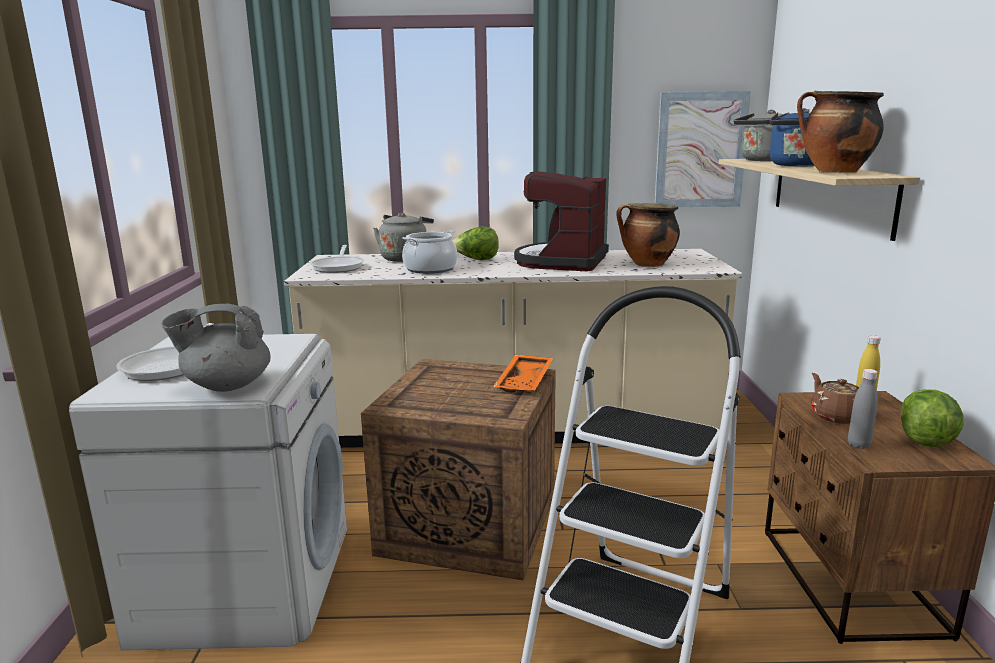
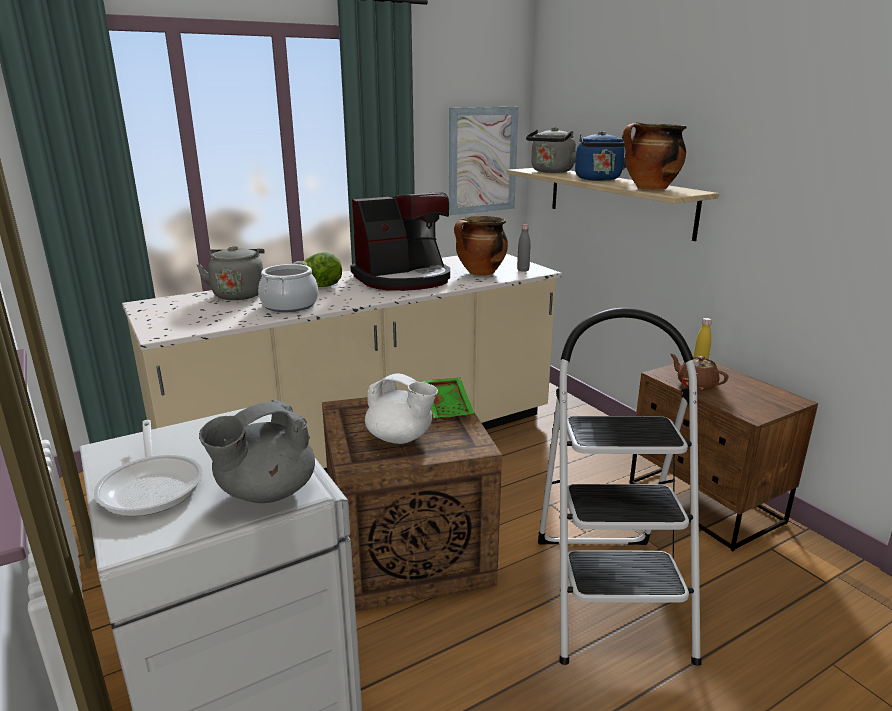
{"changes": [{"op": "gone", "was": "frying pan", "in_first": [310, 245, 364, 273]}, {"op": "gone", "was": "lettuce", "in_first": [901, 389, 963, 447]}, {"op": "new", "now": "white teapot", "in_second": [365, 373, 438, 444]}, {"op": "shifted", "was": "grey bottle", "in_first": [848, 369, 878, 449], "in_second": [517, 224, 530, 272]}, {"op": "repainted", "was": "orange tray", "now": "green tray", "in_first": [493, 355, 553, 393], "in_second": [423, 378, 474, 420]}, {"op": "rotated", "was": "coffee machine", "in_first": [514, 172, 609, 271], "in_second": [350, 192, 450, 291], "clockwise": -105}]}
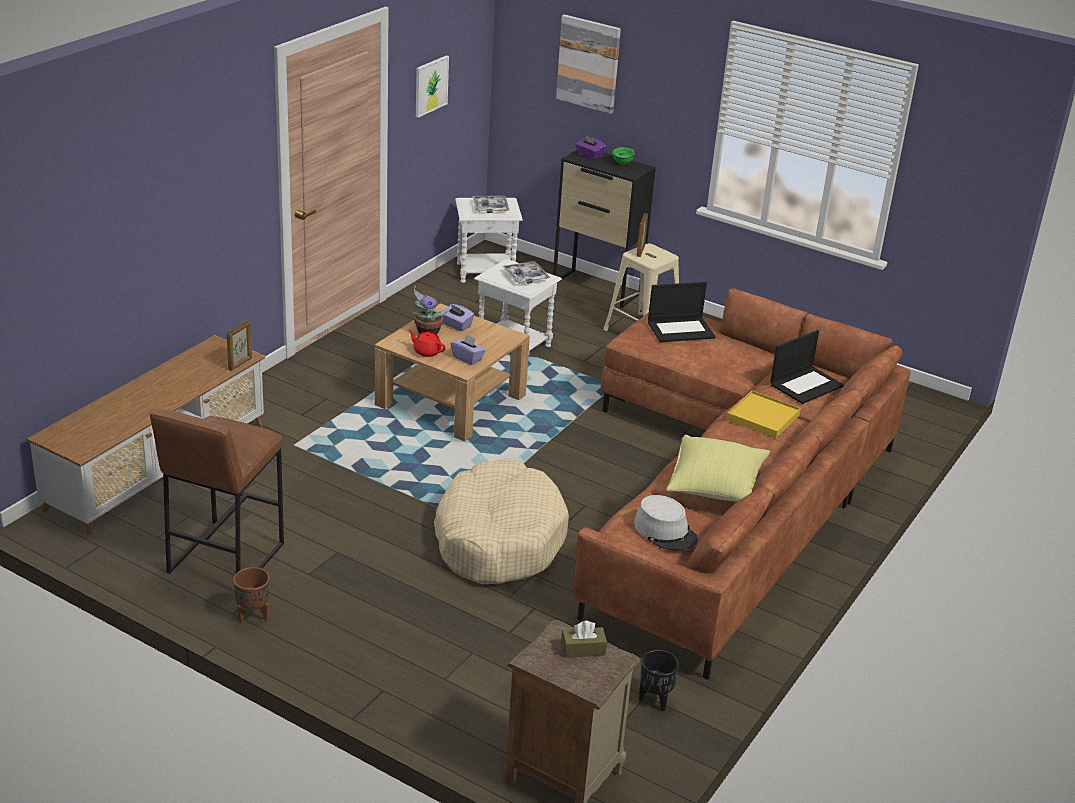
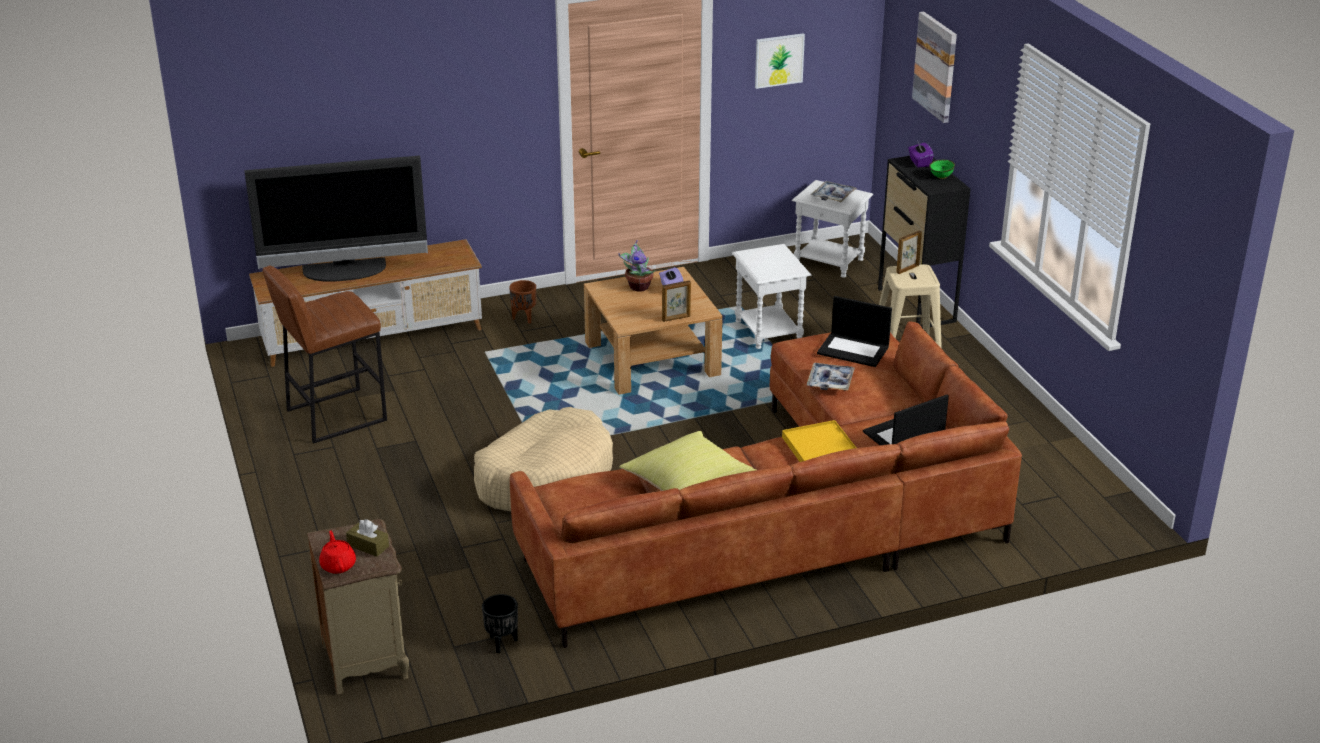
{"changes": [{"op": "gone", "was": "purple tissue box", "in_first": [451, 334, 485, 365]}, {"op": "gone", "was": "grey hat", "in_first": [634, 495, 698, 550]}, {"op": "new", "now": "television", "in_second": [245, 155, 428, 282]}, {"op": "shifted", "was": "picture frame", "in_first": [227, 321, 252, 371], "in_second": [662, 280, 691, 322]}, {"op": "shifted", "was": "brown planter", "in_first": [233, 567, 270, 623], "in_second": [509, 280, 536, 324]}, {"op": "shifted", "was": "red teapot", "in_first": [408, 330, 445, 357], "in_second": [319, 530, 356, 574]}, {"op": "shifted", "was": "tray", "in_first": [502, 261, 550, 284], "in_second": [807, 363, 855, 390]}, {"op": "rotated", "was": "laptop", "in_first": [770, 330, 844, 404], "in_second": [863, 395, 949, 445], "clockwise": 150}]}
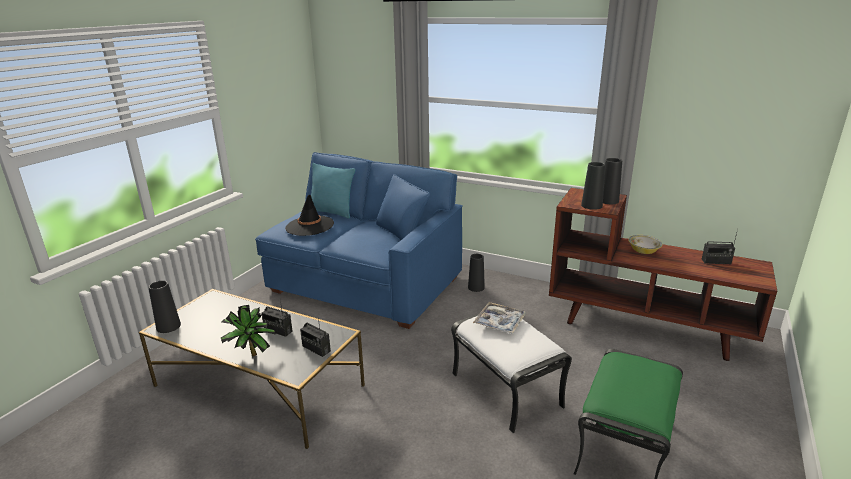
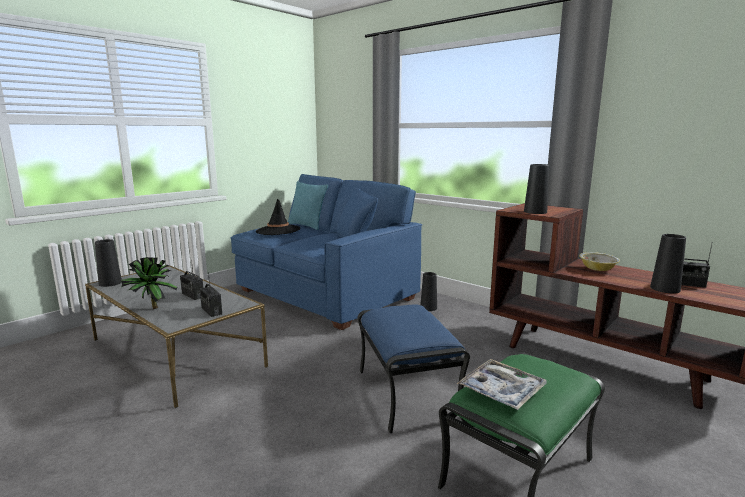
{"changes": [{"op": "shifted", "was": "tray", "in_first": [473, 302, 526, 334], "in_second": [457, 359, 547, 410]}, {"op": "shifted", "was": "black vase", "in_first": [603, 158, 622, 204], "in_second": [650, 234, 686, 293]}, {"op": "repainted", "was": "white ottoman", "now": "blue ottoman", "in_first": [451, 307, 572, 433], "in_second": [358, 304, 470, 434]}]}
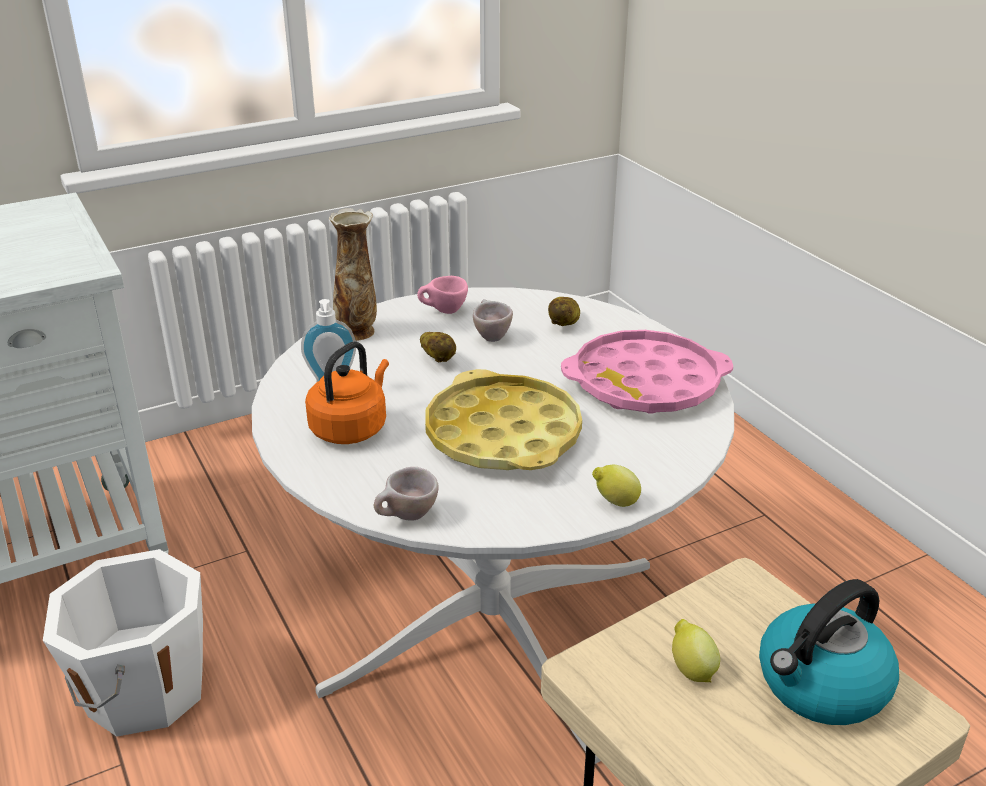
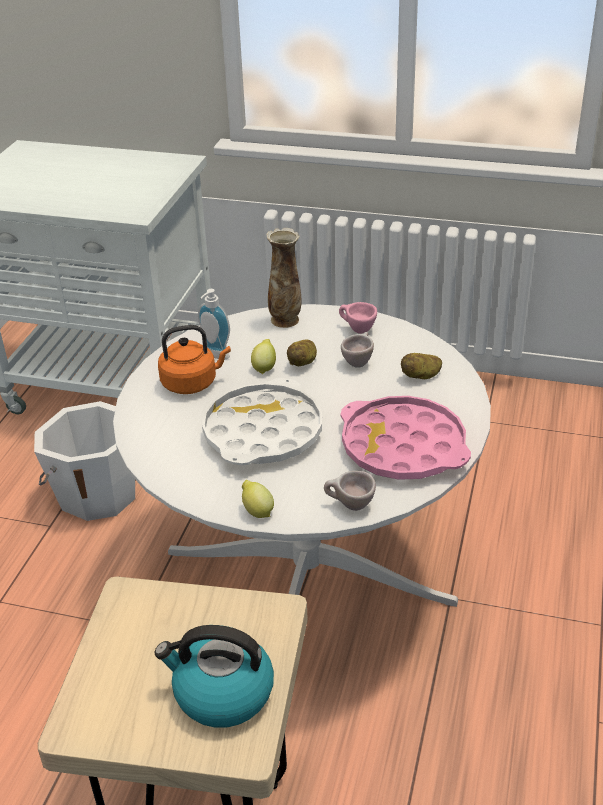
{"changes": [{"op": "shifted", "was": "beige cup", "in_first": [374, 467, 439, 521], "in_second": [324, 471, 376, 511]}, {"op": "shifted", "was": "lemon", "in_first": [672, 619, 720, 682], "in_second": [251, 339, 276, 374]}, {"op": "repainted", "was": "yellow tray", "now": "white tray", "in_first": [425, 369, 582, 470], "in_second": [202, 378, 322, 465]}]}
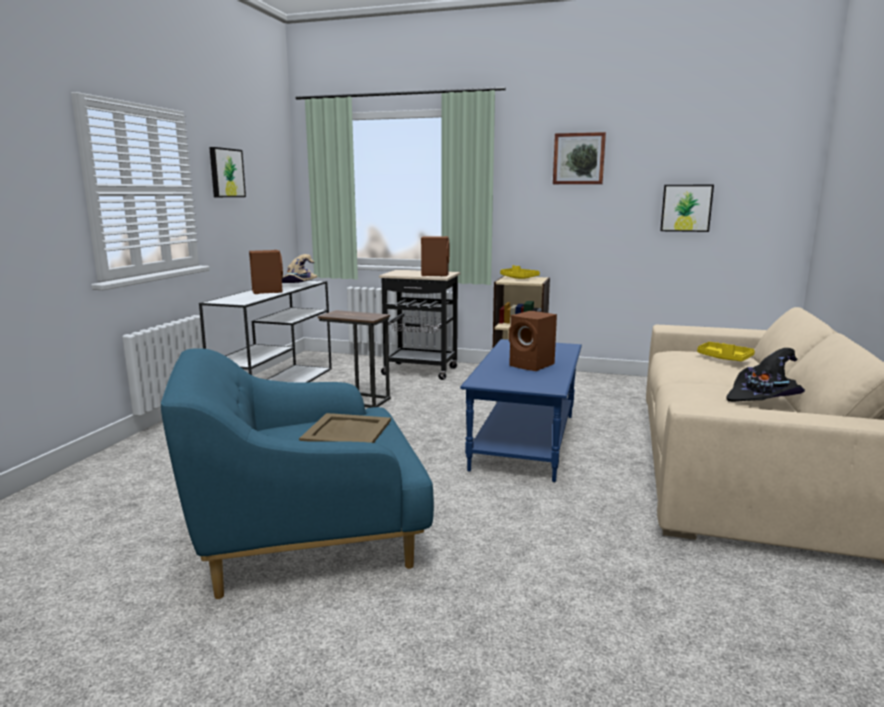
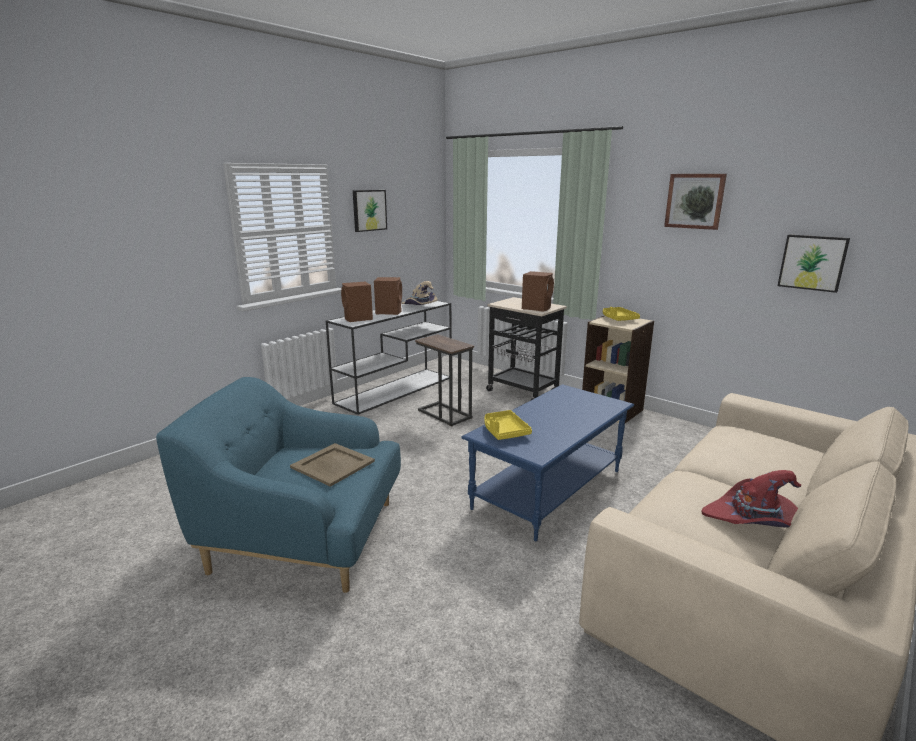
{"changes": [{"op": "shifted", "was": "brown speaker", "in_first": [509, 311, 557, 371], "in_second": [341, 282, 373, 322]}, {"op": "shifted", "was": "yellow tray", "in_first": [697, 342, 755, 361], "in_second": [485, 410, 532, 440]}, {"op": "repainted", "was": "black hat", "now": "red hat", "in_first": [726, 348, 805, 402], "in_second": [702, 470, 801, 527]}]}
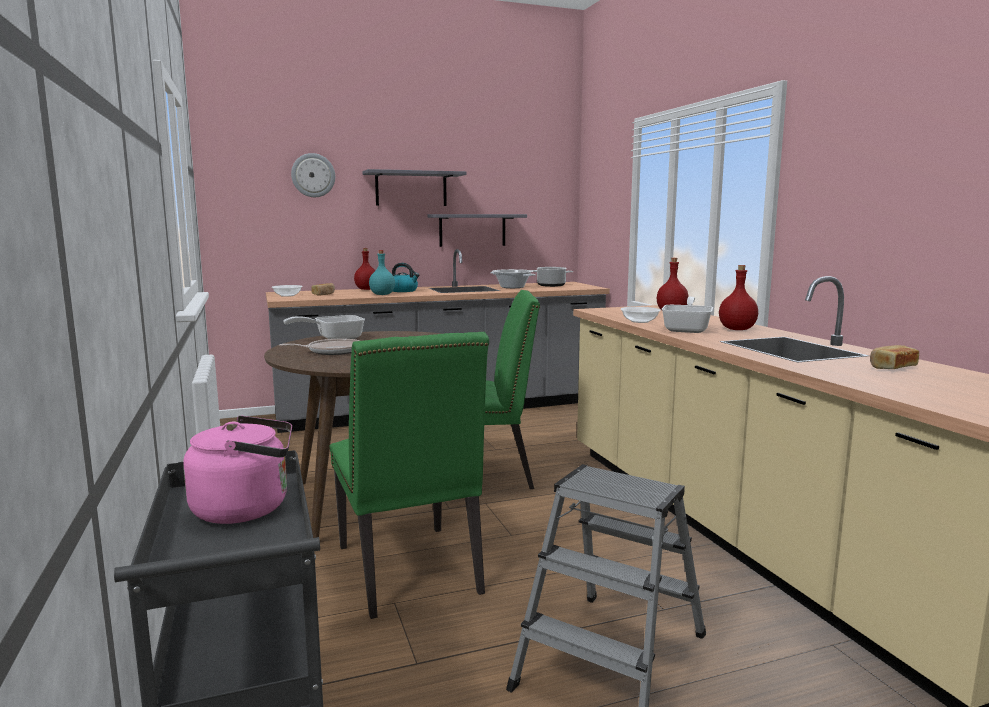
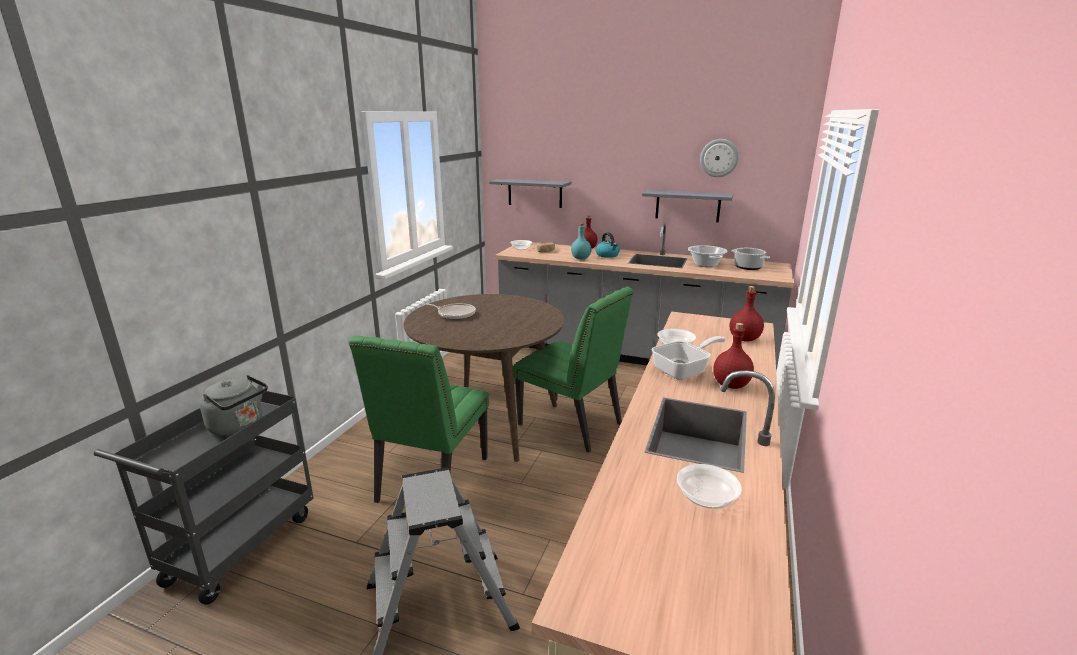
{"changes": [{"op": "gone", "was": "frying pan", "in_first": [283, 315, 365, 339]}, {"op": "shifted", "was": "wall clock", "in_first": [291, 153, 335, 197], "in_second": [700, 139, 739, 177]}, {"op": "shifted", "was": "grey shelf", "in_first": [362, 169, 467, 206], "in_second": [489, 179, 572, 208]}, {"op": "swapped", "was": "bread", "now": "bowl", "in_first": [870, 345, 919, 369], "in_second": [677, 464, 742, 509]}, {"op": "repainted", "was": "pink kettle", "now": "grey kettle", "in_first": [183, 416, 292, 524], "in_second": [200, 375, 268, 436]}]}
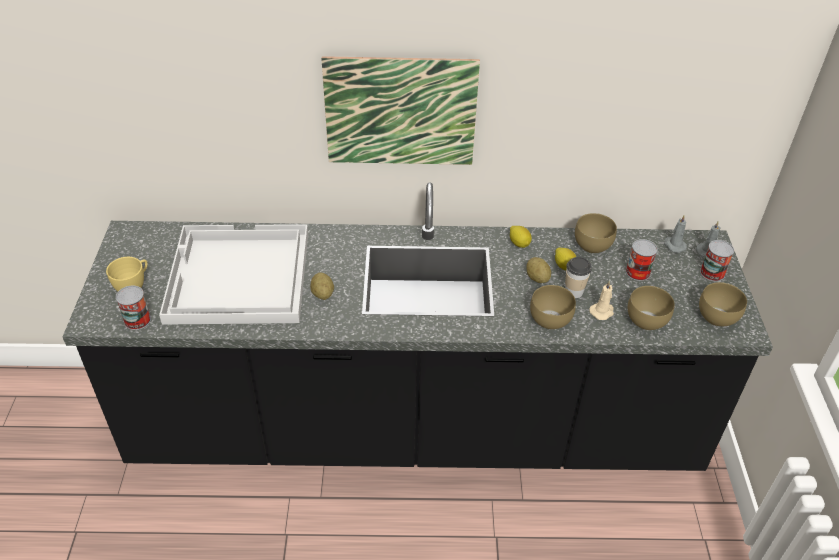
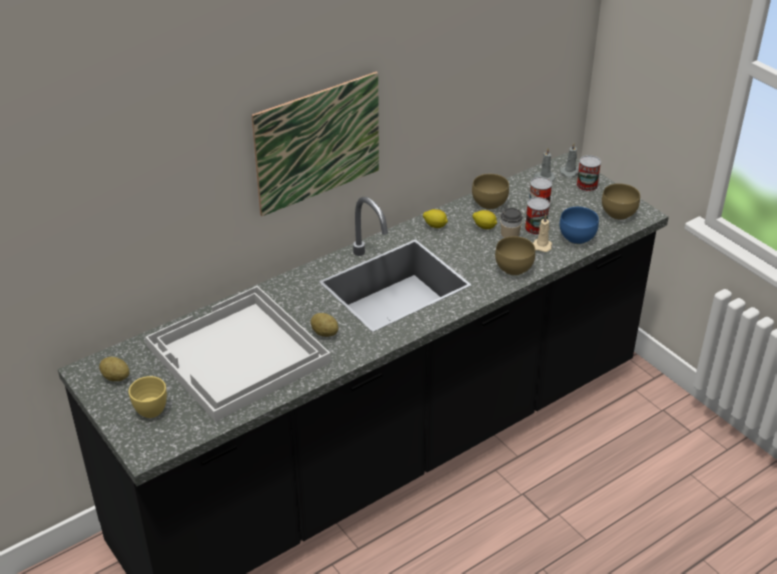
{"changes": [{"op": "shifted", "was": "can", "in_first": [116, 285, 151, 330], "in_second": [525, 197, 550, 235]}, {"op": "shifted", "was": "potato", "in_first": [526, 257, 551, 283], "in_second": [99, 357, 129, 381]}, {"op": "repainted", "was": "brown bowl", "now": "blue bowl", "in_first": [628, 286, 675, 330], "in_second": [560, 207, 599, 244]}]}
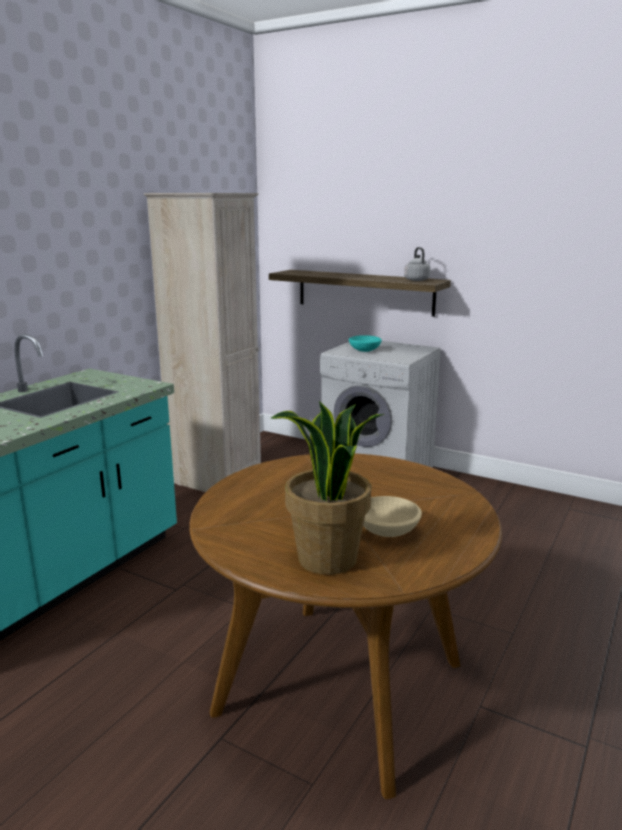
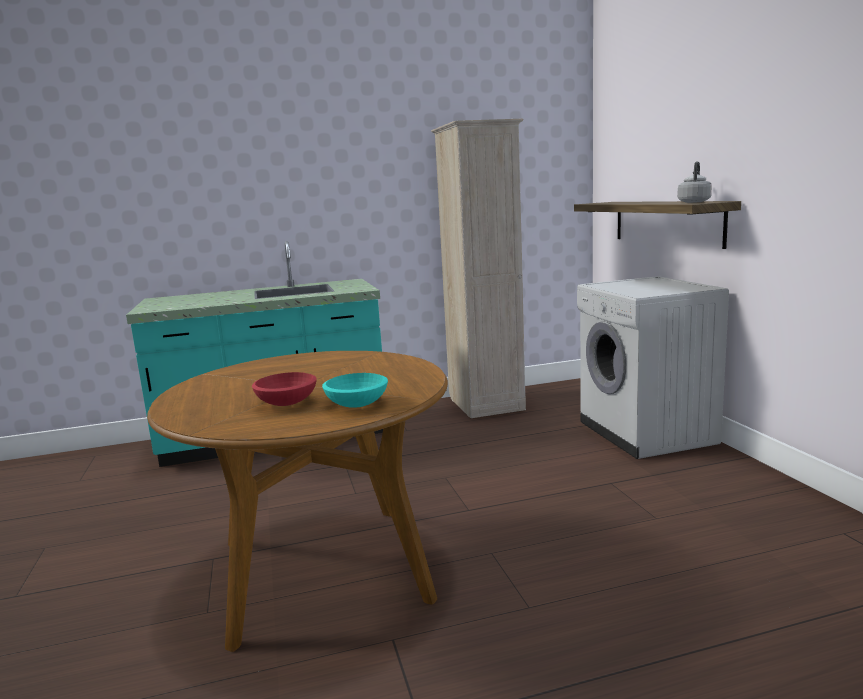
{"changes": [{"op": "gone", "was": "potted plant", "in_first": [271, 401, 384, 575]}, {"op": "shifted", "was": "turquoise bowl", "in_first": [349, 335, 382, 352], "in_second": [322, 373, 388, 408]}, {"op": "repainted", "was": "beige bowl", "now": "red bowl", "in_first": [363, 496, 422, 537], "in_second": [252, 372, 317, 406]}]}
